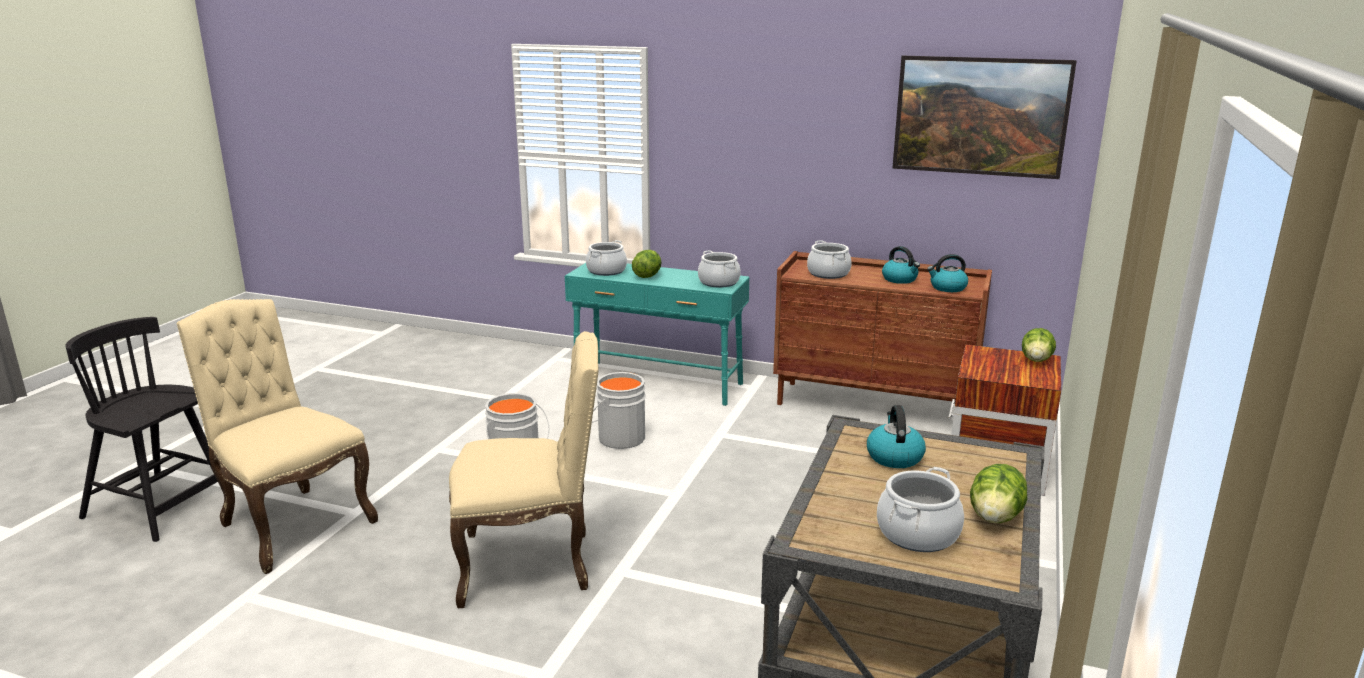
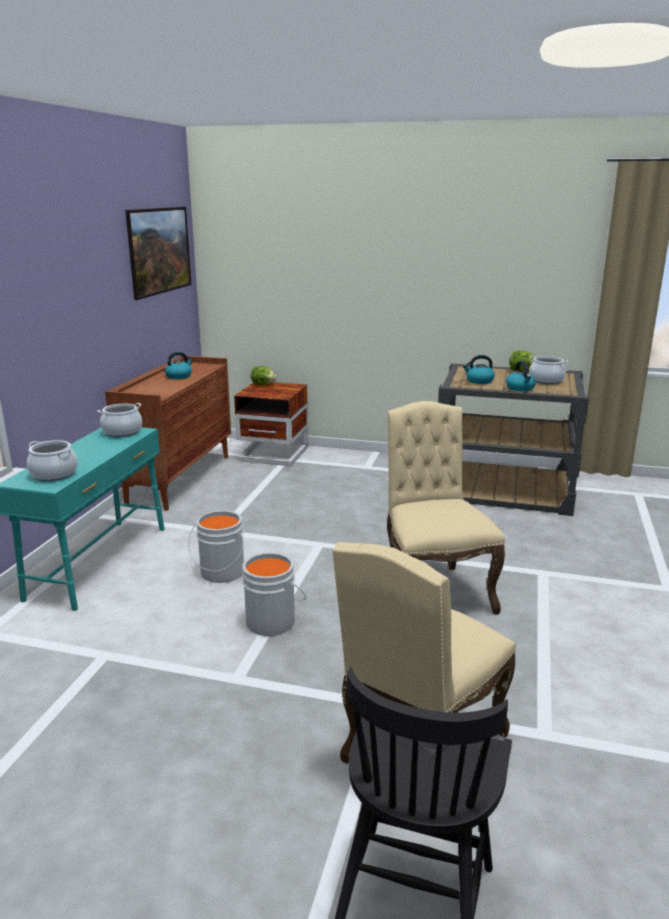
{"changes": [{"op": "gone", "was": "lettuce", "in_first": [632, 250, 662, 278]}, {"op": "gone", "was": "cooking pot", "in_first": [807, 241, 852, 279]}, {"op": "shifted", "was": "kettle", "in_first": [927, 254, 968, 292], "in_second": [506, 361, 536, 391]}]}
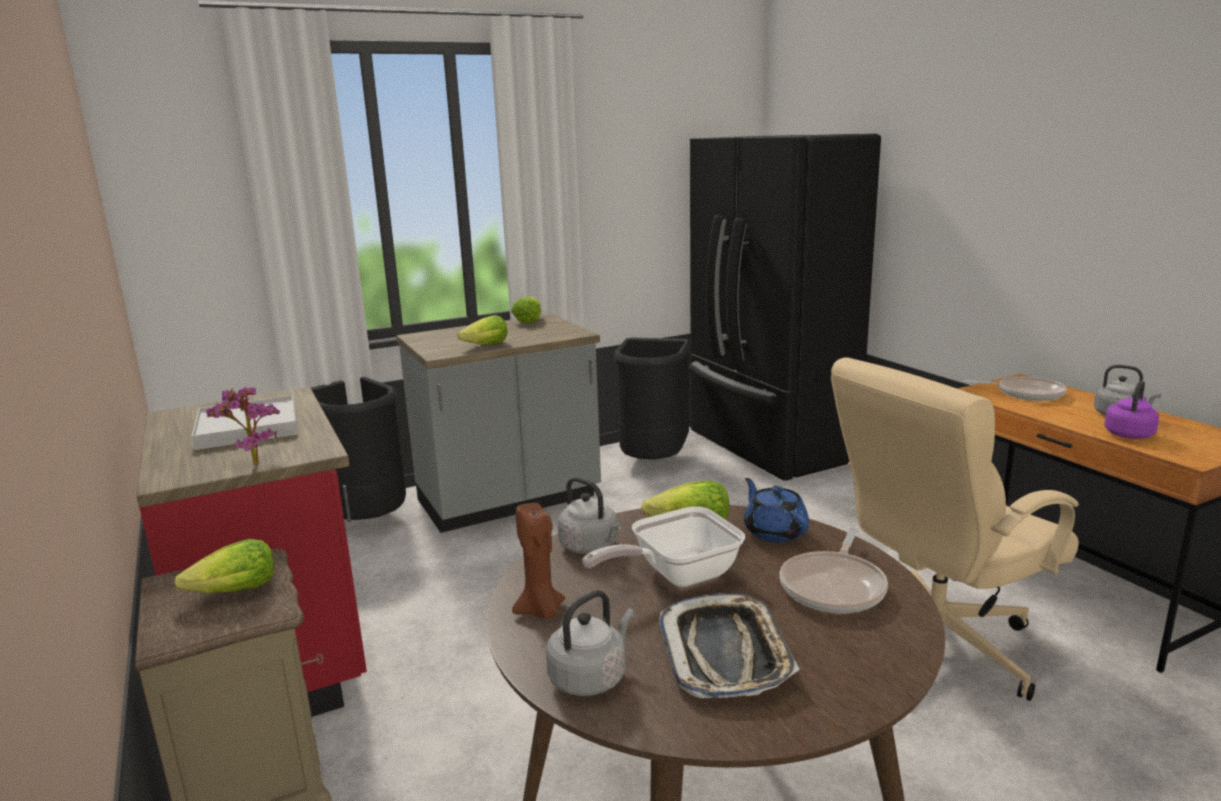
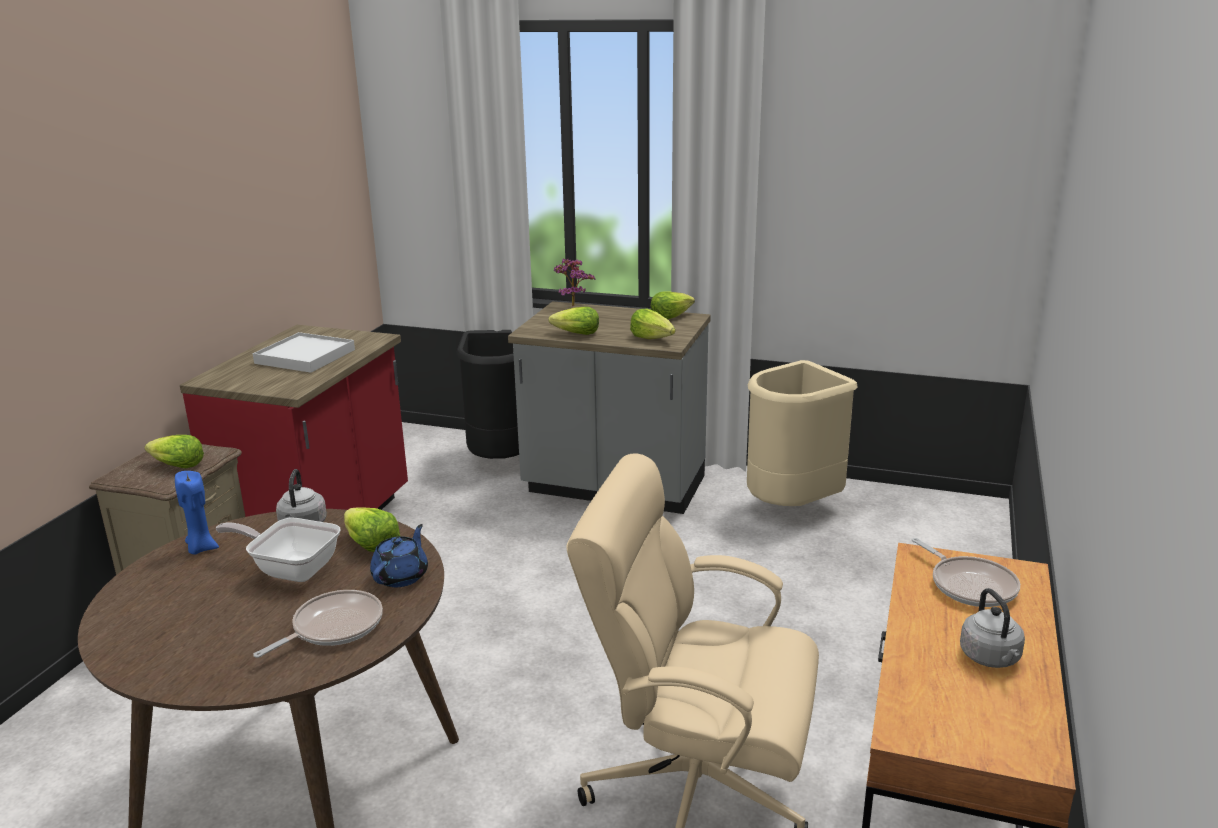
{"changes": [{"op": "gone", "was": "grey kettle", "in_first": [546, 590, 634, 696]}, {"op": "gone", "was": "tray", "in_first": [659, 593, 800, 698]}, {"op": "gone", "was": "black fridge", "in_first": [689, 133, 881, 481]}, {"op": "gone", "was": "purple kettle", "in_first": [1104, 380, 1159, 439]}, {"op": "new", "now": "lettuce", "in_second": [630, 308, 676, 339]}, {"op": "shifted", "was": "potted plant", "in_first": [206, 387, 280, 466], "in_second": [554, 258, 595, 306]}, {"op": "repainted", "was": "brown candle", "now": "blue candle", "in_first": [512, 503, 565, 618], "in_second": [175, 471, 219, 554]}, {"op": "repainted", "was": "black trash can", "now": "beige trash can", "in_first": [614, 338, 691, 459], "in_second": [747, 360, 857, 506]}, {"op": "rotated", "was": "frying pan", "in_first": [780, 528, 888, 614], "in_second": [254, 590, 383, 658], "clockwise": 150}]}
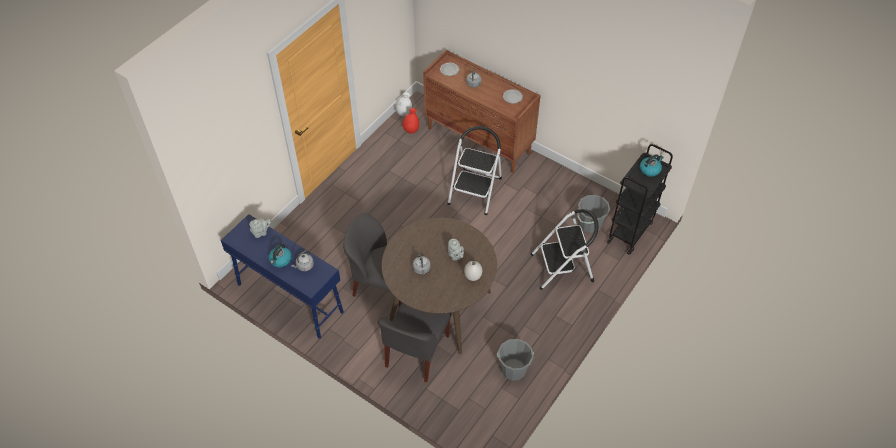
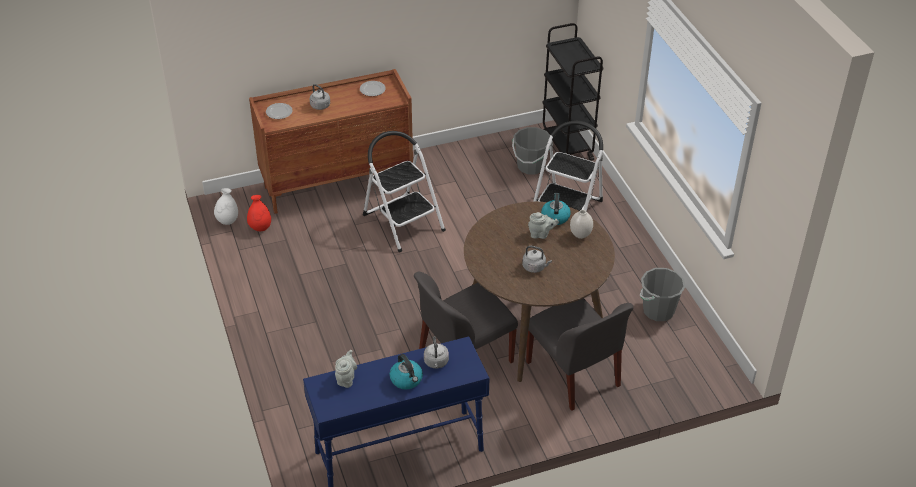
{"changes": [{"op": "shifted", "was": "kettle", "in_first": [640, 154, 664, 177], "in_second": [541, 193, 571, 225]}]}
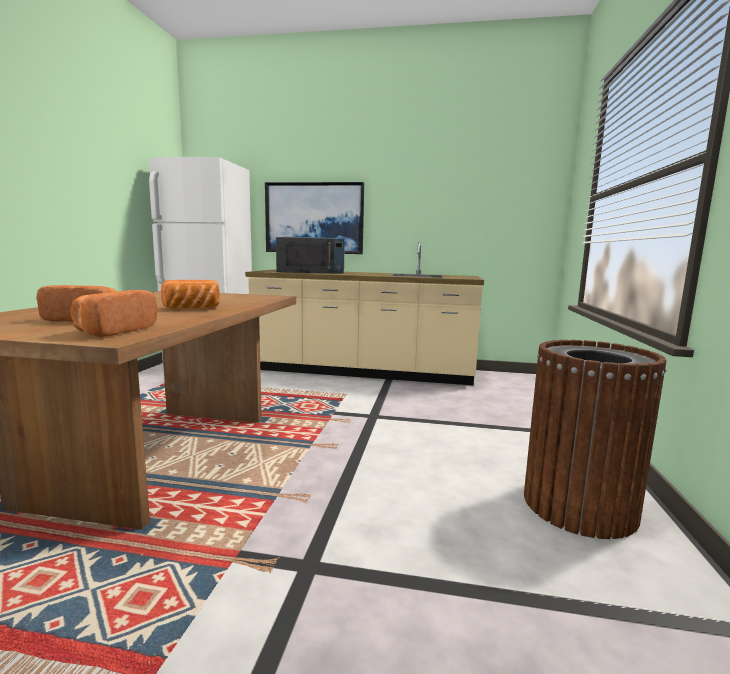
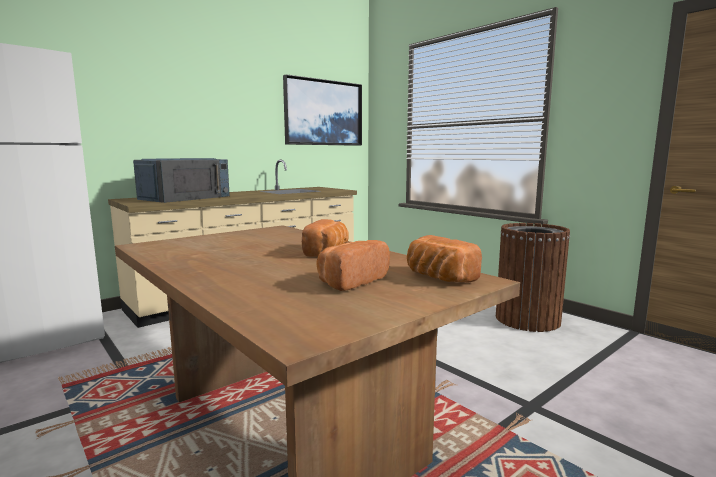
{"changes": [{"op": "shifted", "was": "picture", "in_first": [265, 182, 364, 254], "in_second": [283, 74, 362, 146]}]}
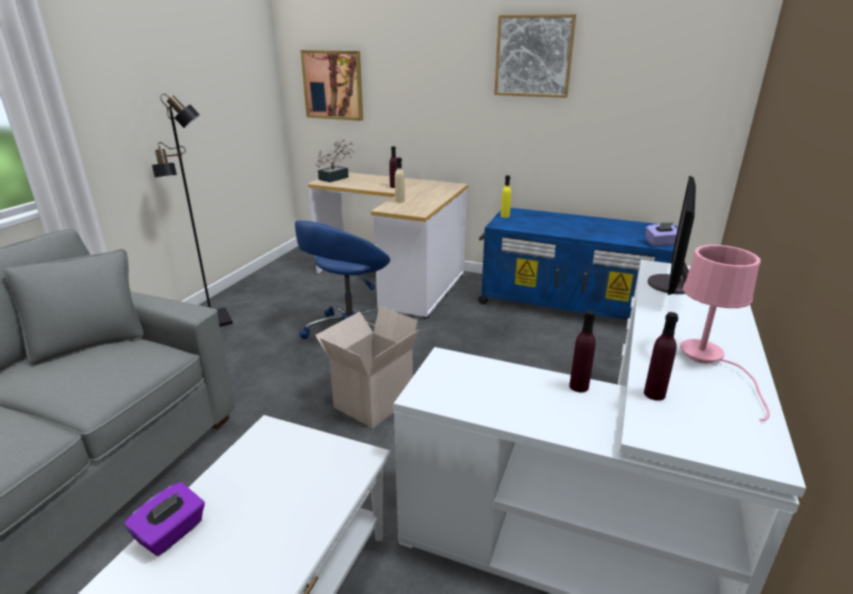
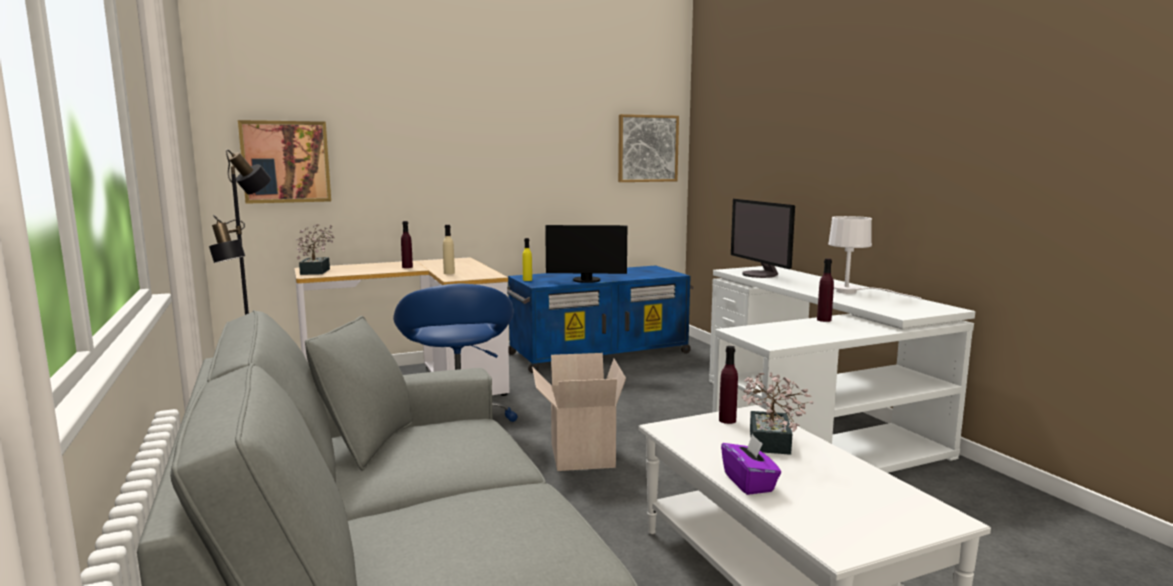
{"changes": [{"op": "gone", "was": "purple tissue box", "in_first": [646, 222, 677, 246]}, {"op": "new", "now": "monitor", "in_second": [545, 225, 627, 283]}, {"op": "new", "now": "potted plant", "in_second": [741, 372, 813, 455]}, {"op": "shifted", "was": "picture", "in_first": [494, 14, 576, 98], "in_second": [618, 114, 679, 182]}, {"op": "shifted", "was": "purple bottle", "in_first": [644, 312, 678, 401], "in_second": [719, 346, 738, 424]}, {"op": "repainted", "was": "pink table lamp", "now": "white table lamp", "in_first": [680, 245, 770, 421], "in_second": [828, 216, 922, 300]}]}
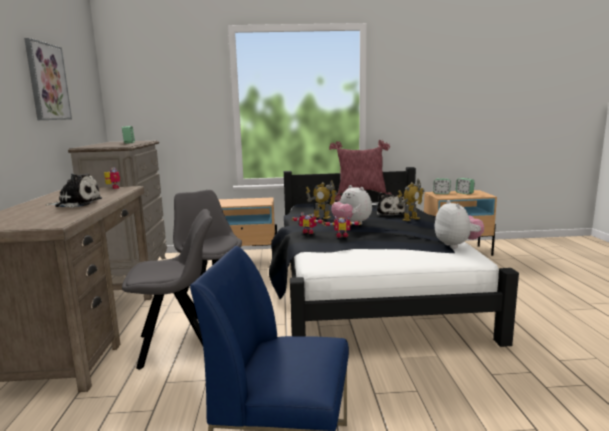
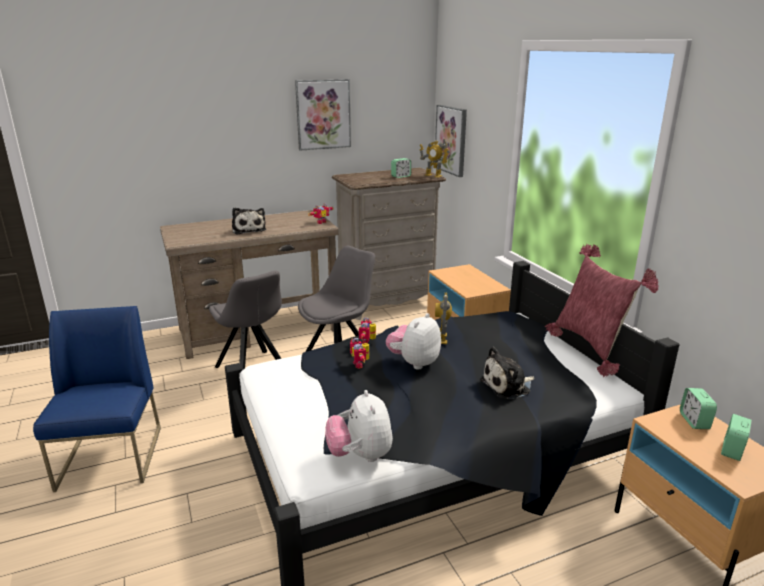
{"changes": [{"op": "new", "now": "picture", "in_second": [435, 105, 467, 177]}, {"op": "shifted", "was": "toy robot", "in_first": [398, 179, 425, 221], "in_second": [420, 138, 450, 178]}, {"op": "rotated", "was": "plush toy", "in_first": [435, 200, 484, 249], "in_second": [325, 390, 393, 462], "clockwise": 105}]}
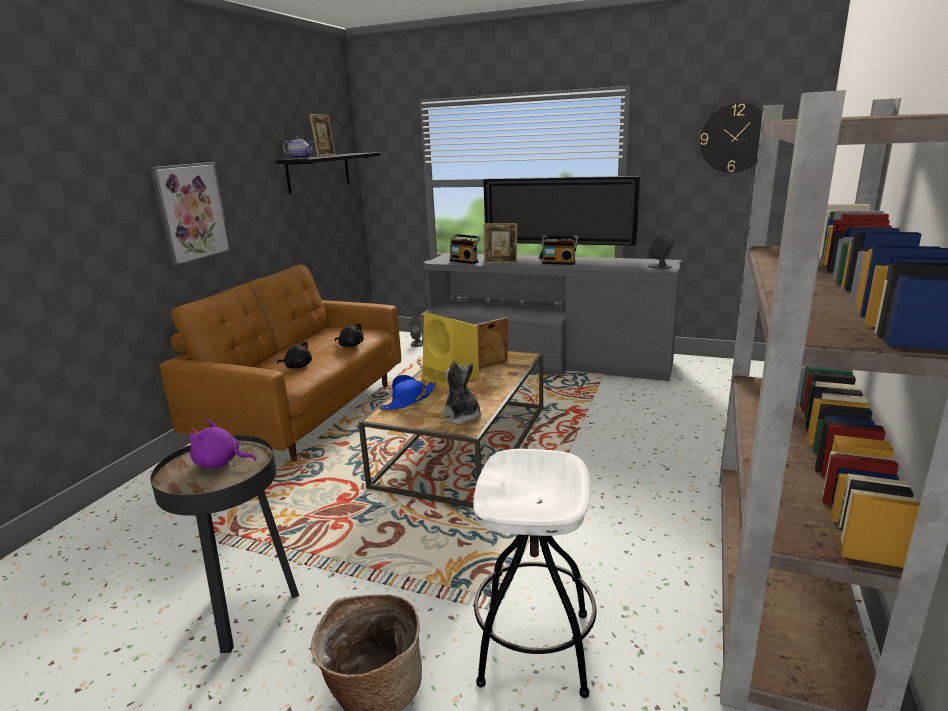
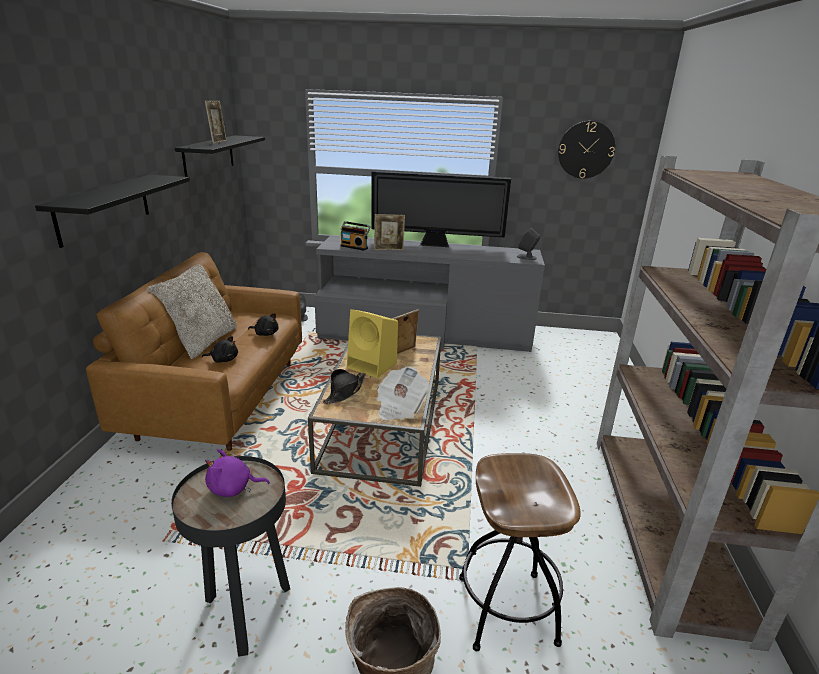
{"changes": [{"op": "gone", "was": "teapot", "in_first": [283, 136, 314, 159]}, {"op": "gone", "was": "radio", "in_first": [541, 235, 578, 265]}, {"op": "new", "now": "beige pillow", "in_second": [147, 264, 237, 359]}, {"op": "swapped", "was": "picture", "now": "black shelf", "in_first": [150, 162, 231, 266], "in_second": [35, 175, 190, 248]}, {"op": "swapped", "was": "plush toy", "now": "newspaper", "in_first": [441, 361, 481, 424], "in_second": [376, 367, 430, 420]}, {"op": "repainted", "was": "blue hat", "now": "black hat", "in_first": [380, 375, 437, 410], "in_second": [323, 369, 366, 404]}, {"op": "repainted", "was": "white stool", "now": "brown stool", "in_first": [473, 449, 597, 698], "in_second": [459, 453, 581, 651]}]}
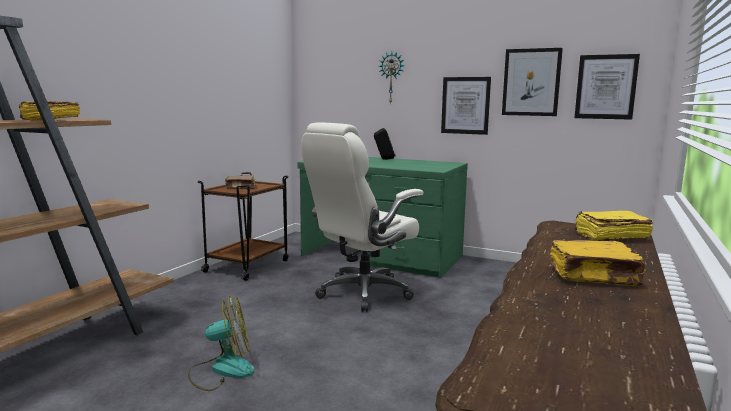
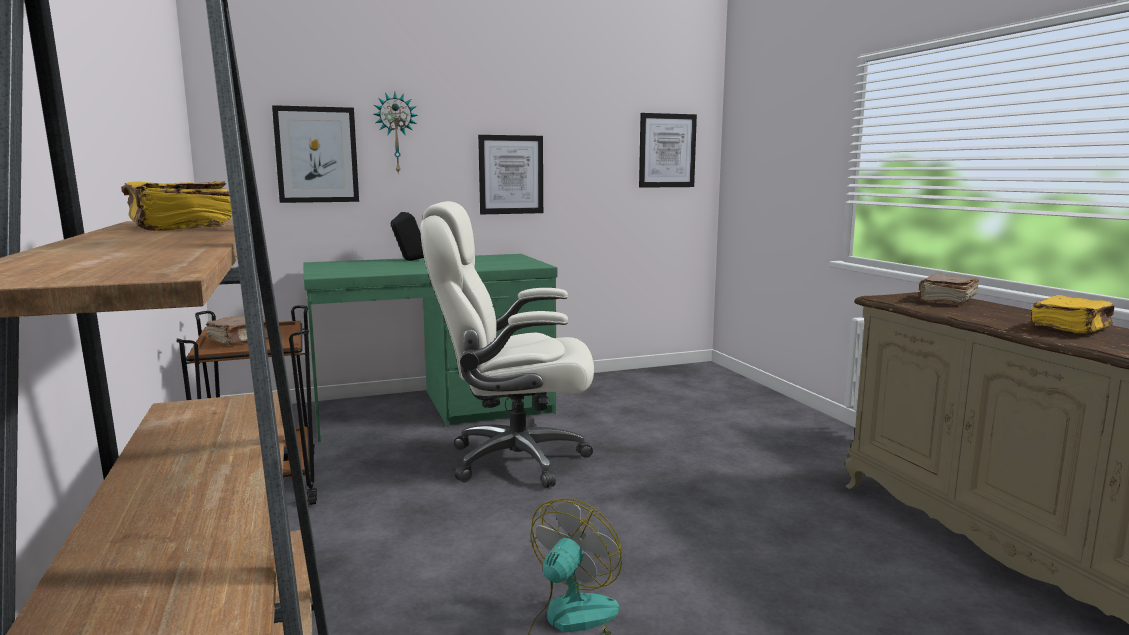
{"changes": [{"op": "shifted", "was": "picture", "in_first": [502, 48, 563, 116], "in_second": [272, 105, 359, 203]}, {"op": "repainted", "was": "yellow book", "now": "brown book", "in_first": [575, 211, 653, 241], "in_second": [917, 274, 979, 306]}, {"op": "rotated", "was": "white office chair", "in_first": [301, 122, 424, 312], "in_second": [421, 201, 594, 488], "clockwise": 90}]}
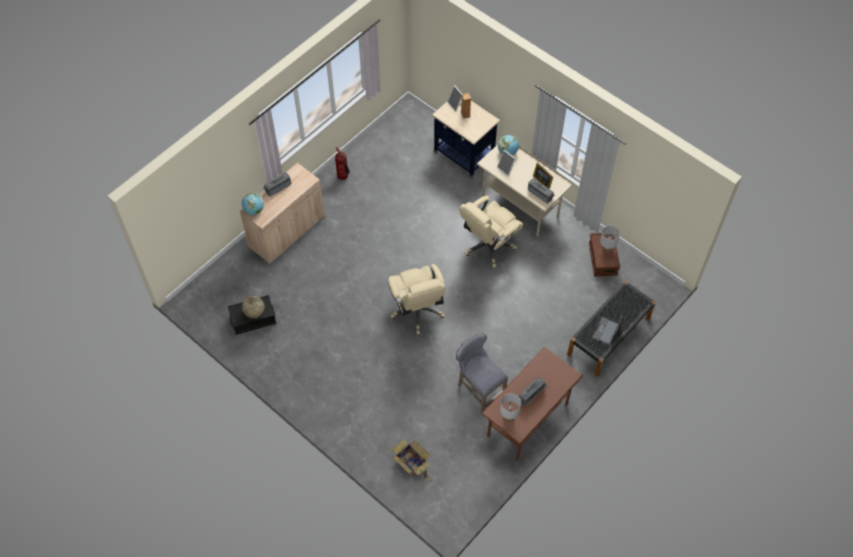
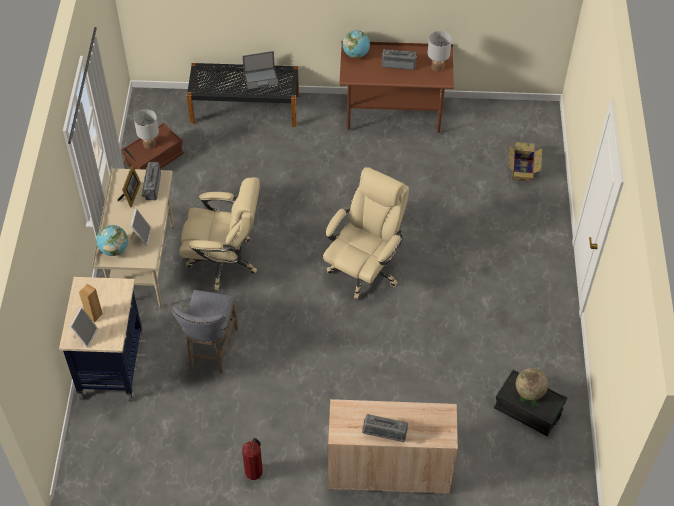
{"changes": [{"op": "shifted", "was": "globe", "in_first": [242, 192, 264, 215], "in_second": [342, 30, 370, 58]}, {"op": "shifted", "was": "grey stool", "in_first": [456, 334, 508, 415], "in_second": [172, 290, 238, 373]}]}
